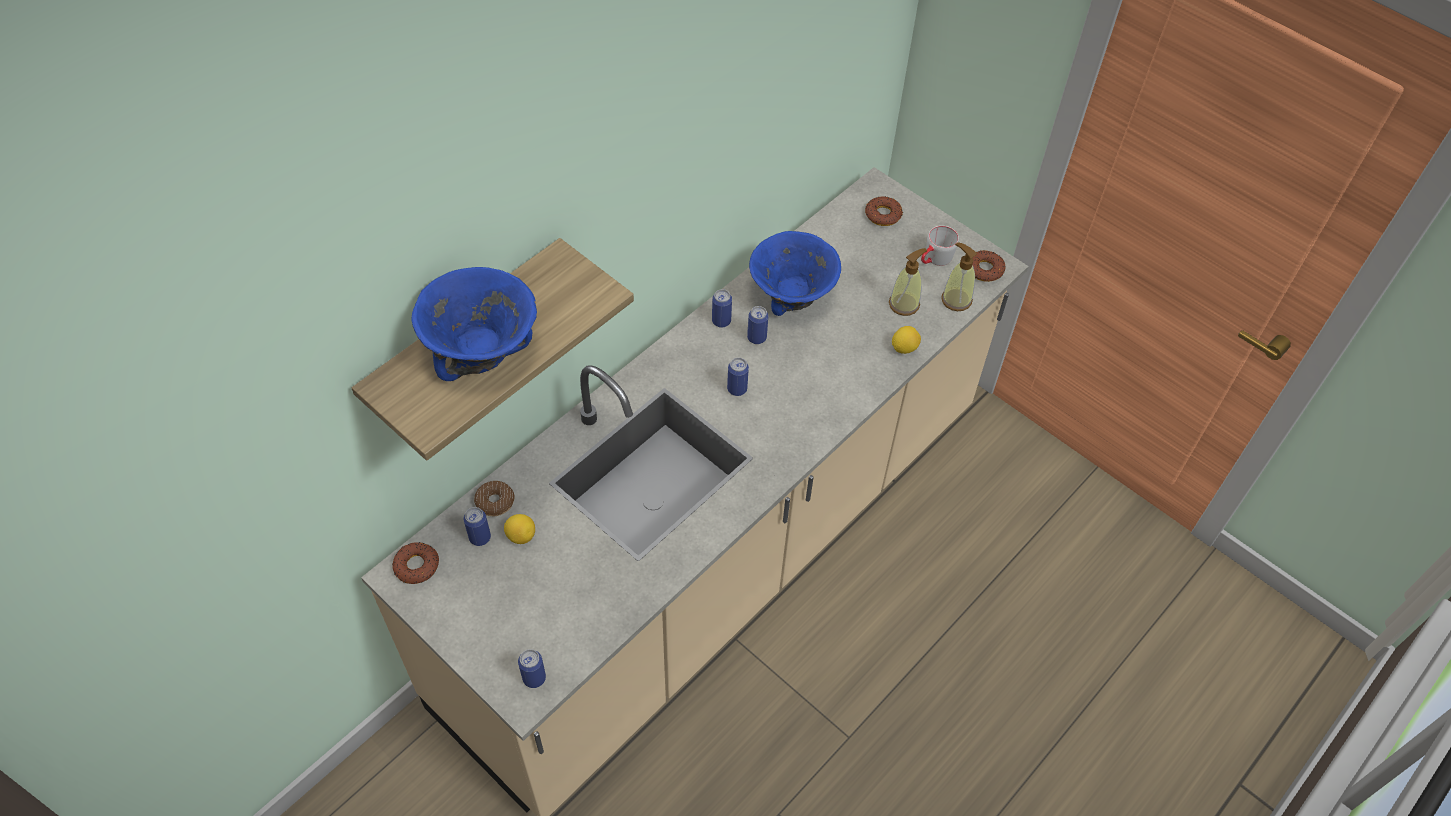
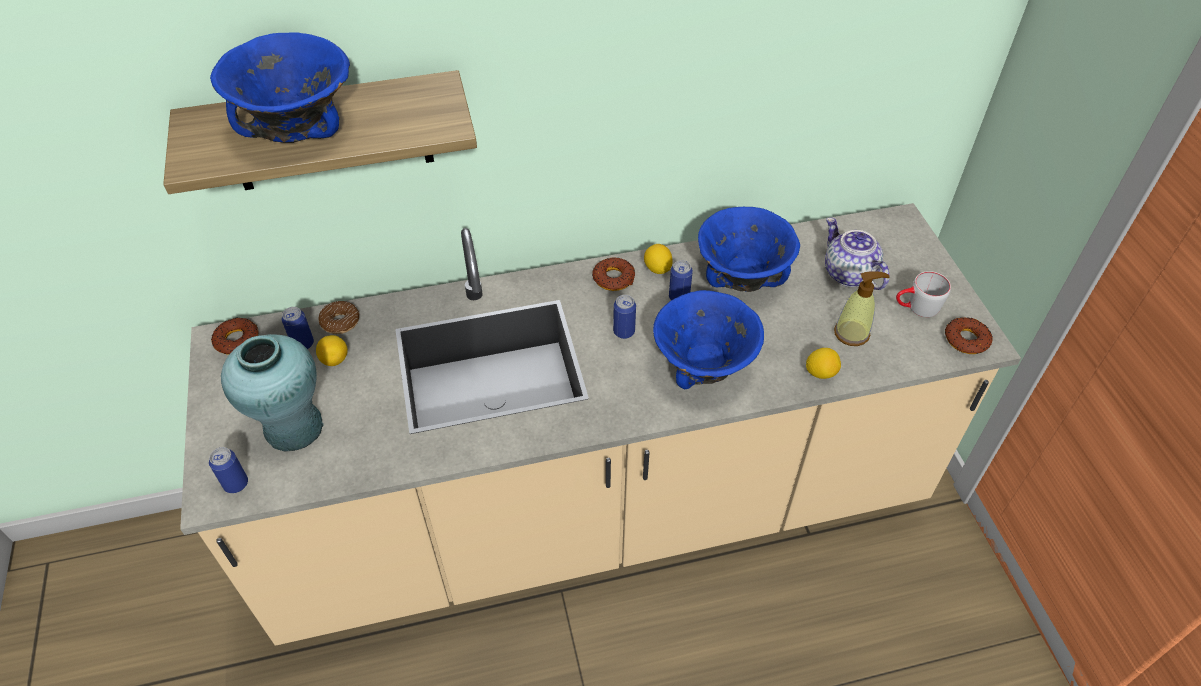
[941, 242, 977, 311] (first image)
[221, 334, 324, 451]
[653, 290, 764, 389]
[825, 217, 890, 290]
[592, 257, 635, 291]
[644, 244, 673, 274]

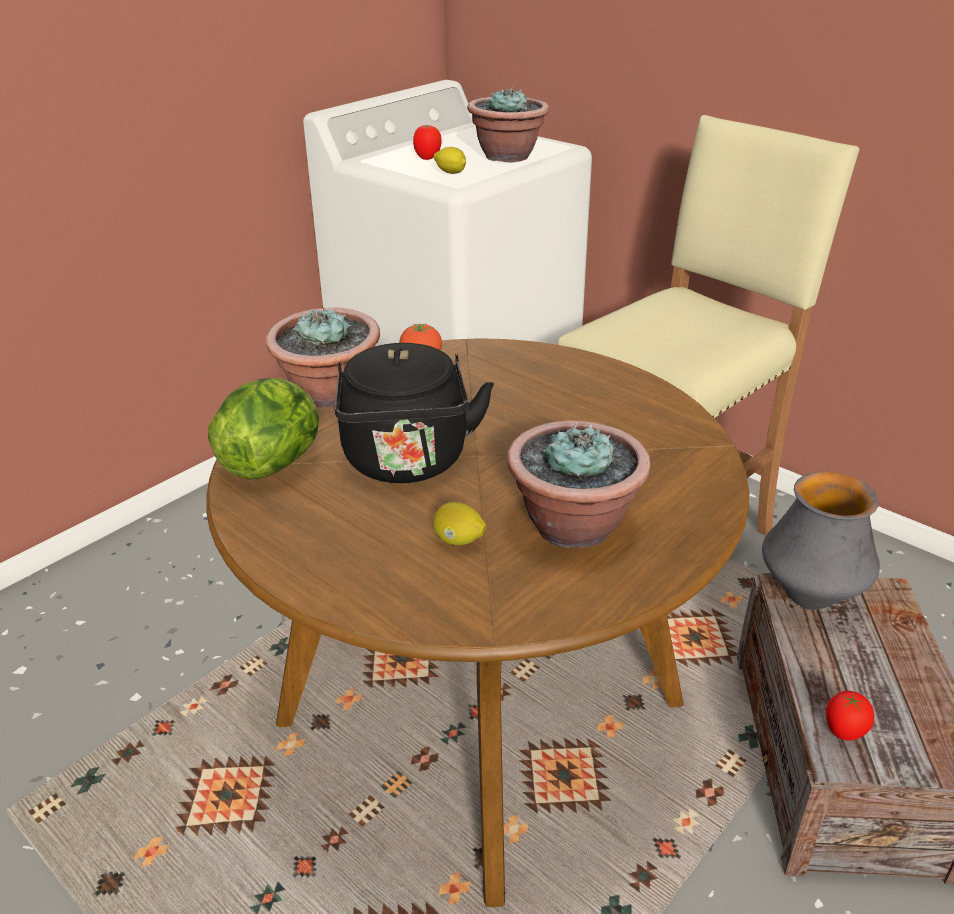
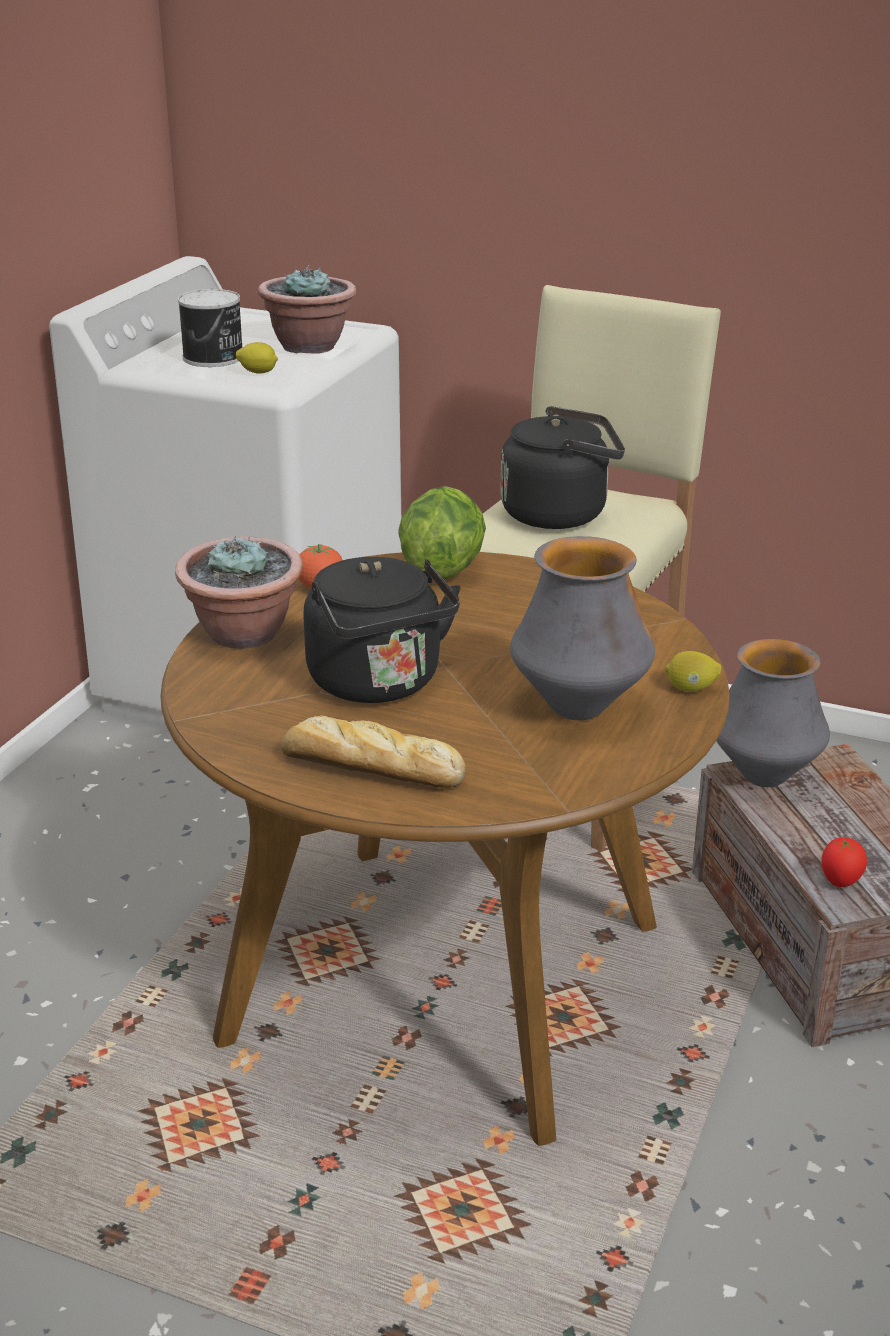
[281, 715, 466, 788]
[501, 406, 625, 529]
[398, 486, 486, 580]
[665, 651, 721, 692]
[178, 289, 242, 367]
[510, 536, 655, 720]

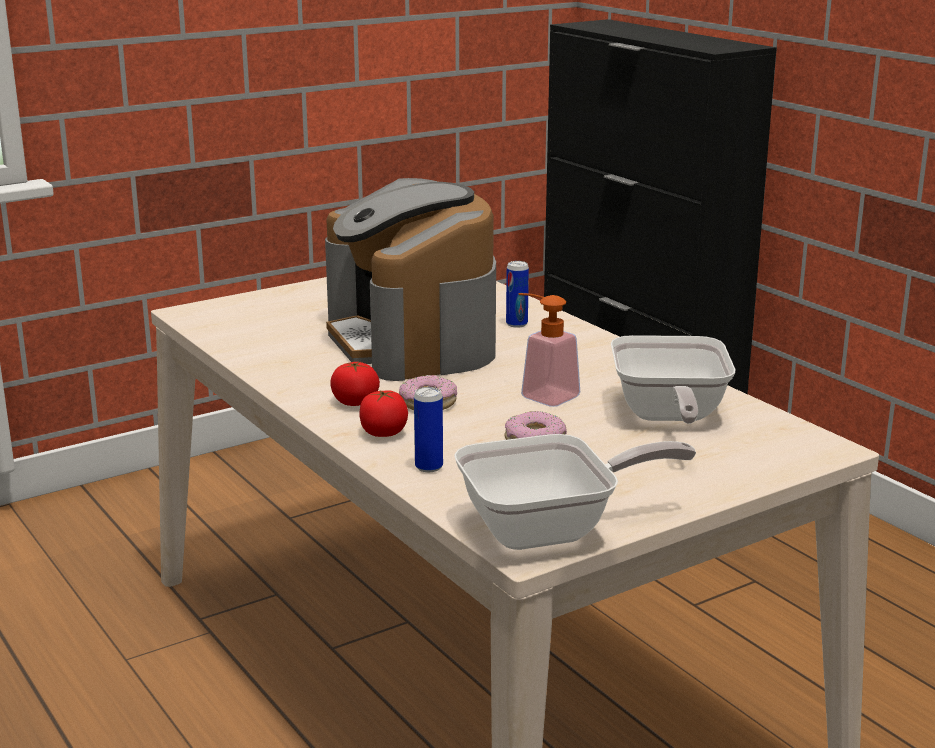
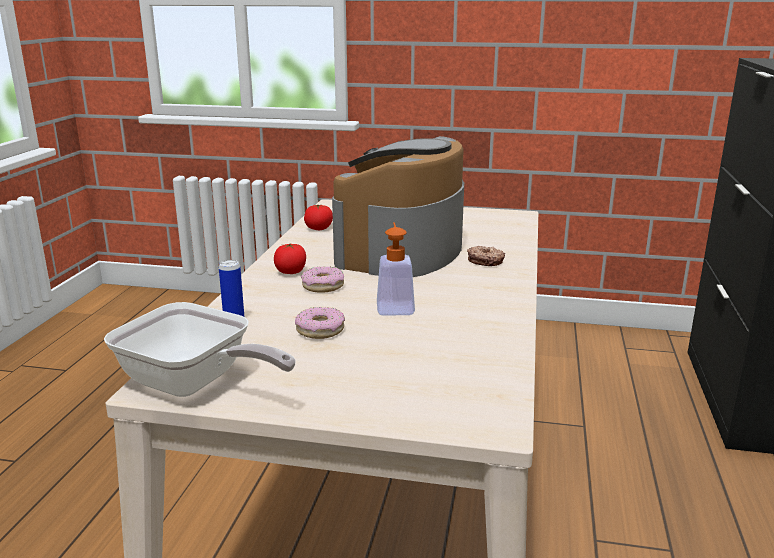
[611, 335, 735, 424] (first image)
[304, 205, 333, 230]
[467, 246, 505, 266]

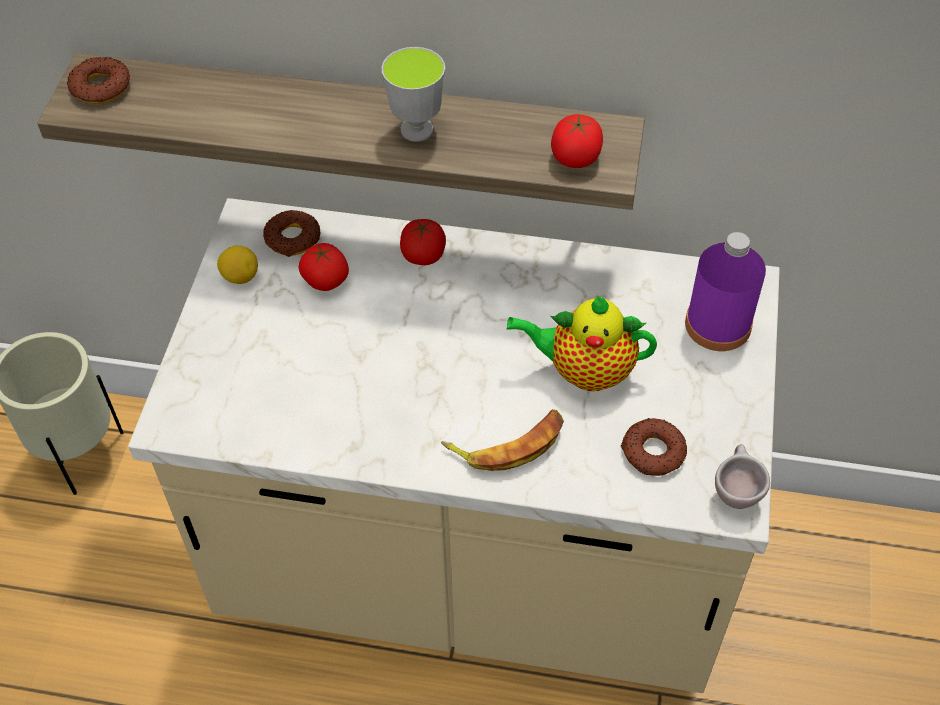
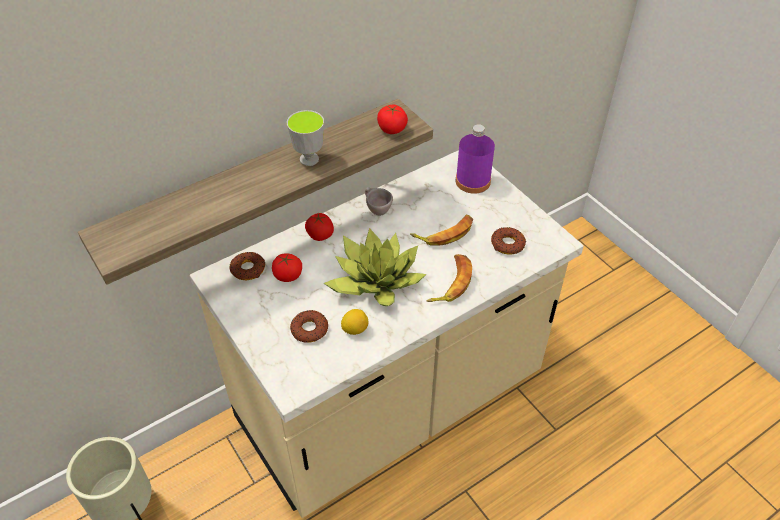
[324, 228, 426, 306]
[290, 310, 328, 343]
[341, 309, 369, 335]
[365, 187, 393, 216]
[410, 215, 473, 246]

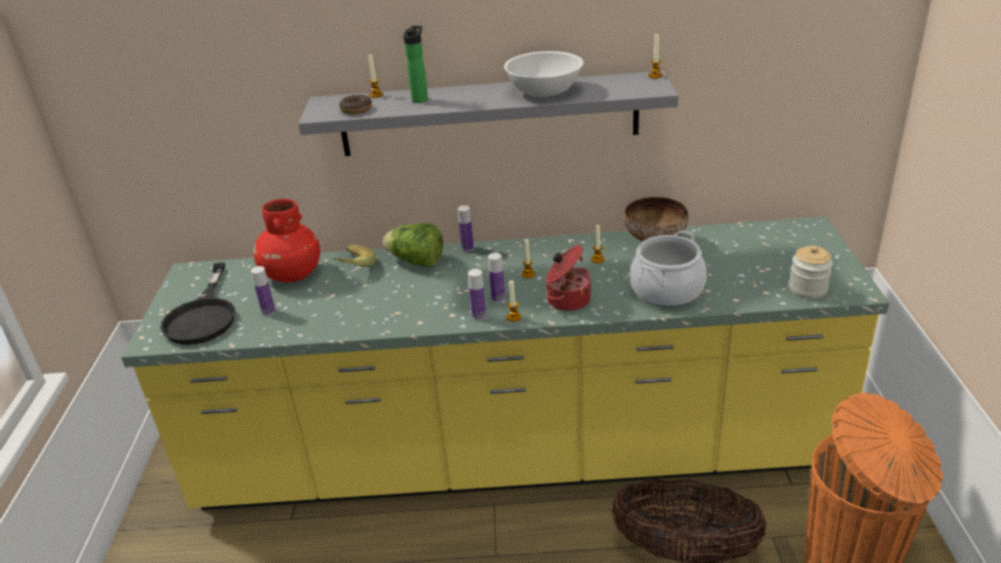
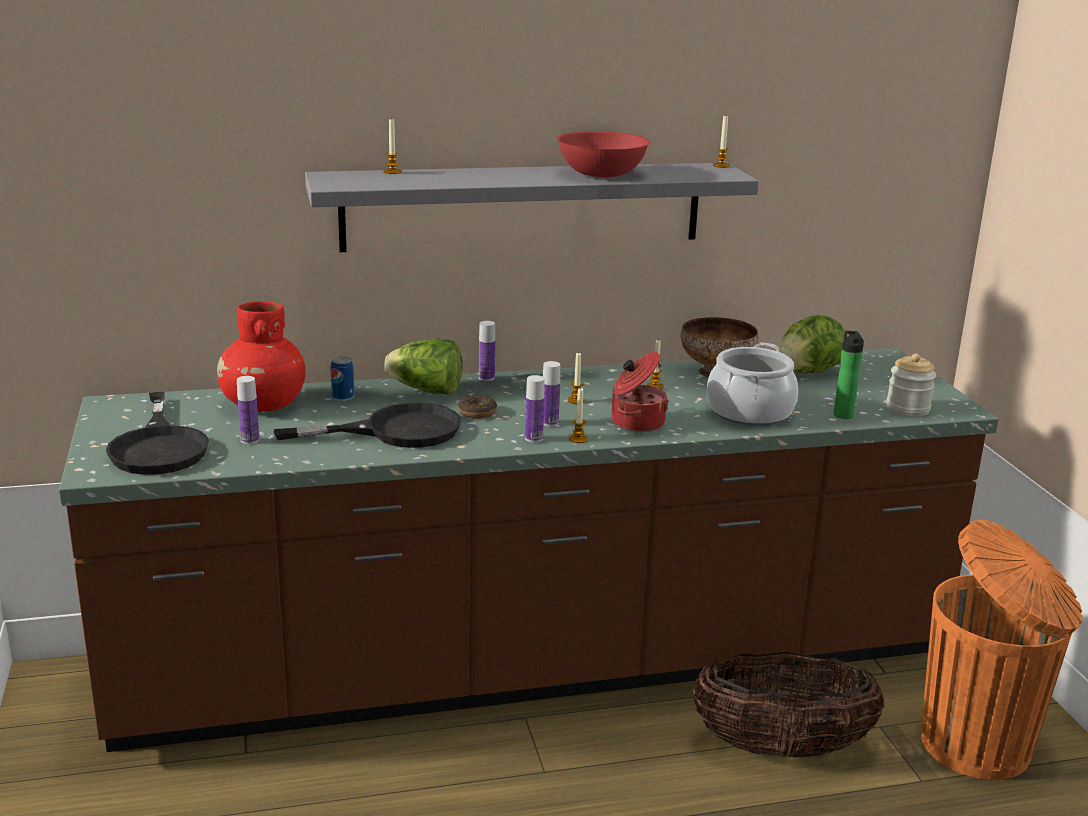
[274, 402, 461, 448]
[779, 315, 845, 373]
[458, 395, 497, 419]
[834, 331, 864, 419]
[331, 356, 354, 401]
[59, 348, 999, 752]
[556, 131, 651, 177]

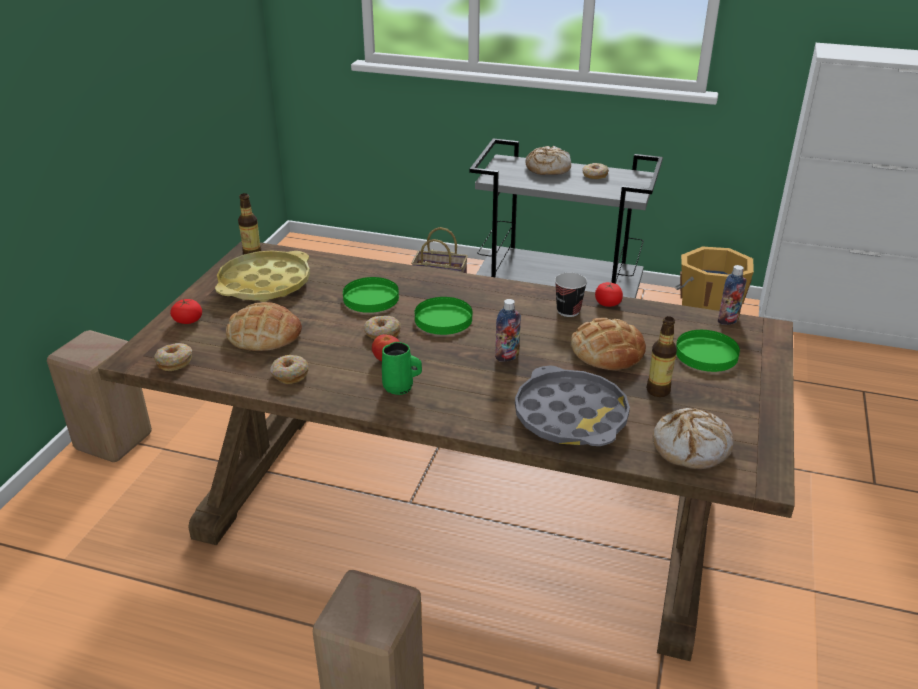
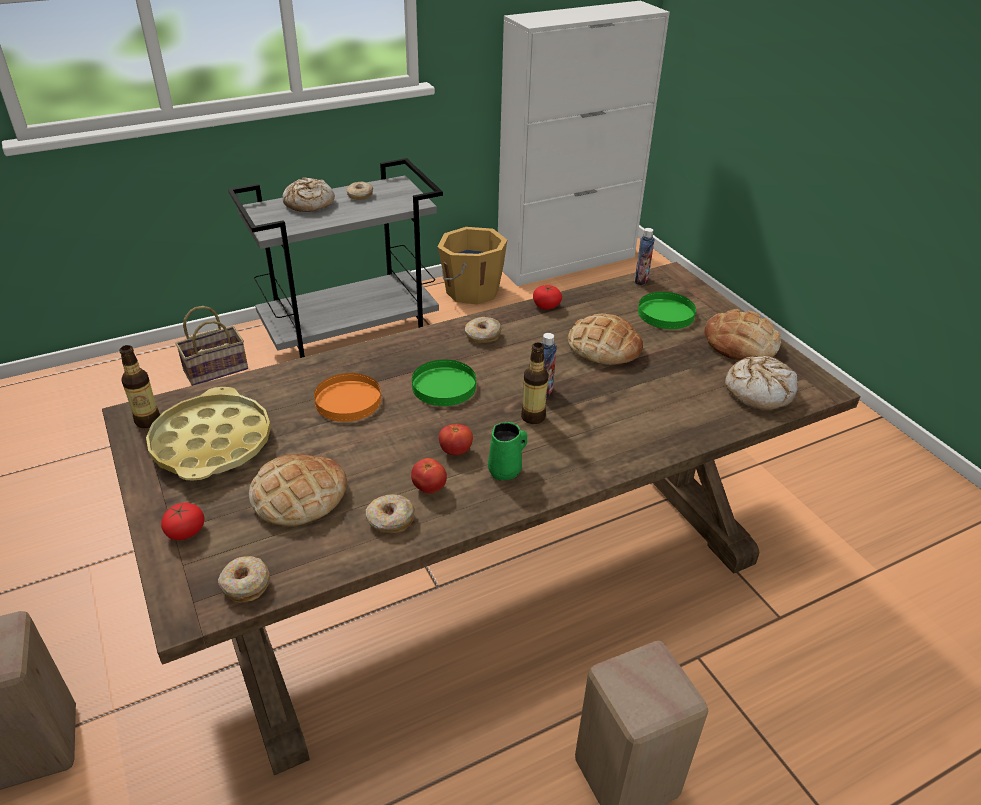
[515, 365, 630, 446] (first image)
[555, 273, 587, 317] (first image)
[411, 458, 447, 494]
[704, 309, 781, 360]
[465, 317, 502, 343]
[521, 343, 549, 424]
[314, 373, 381, 422]

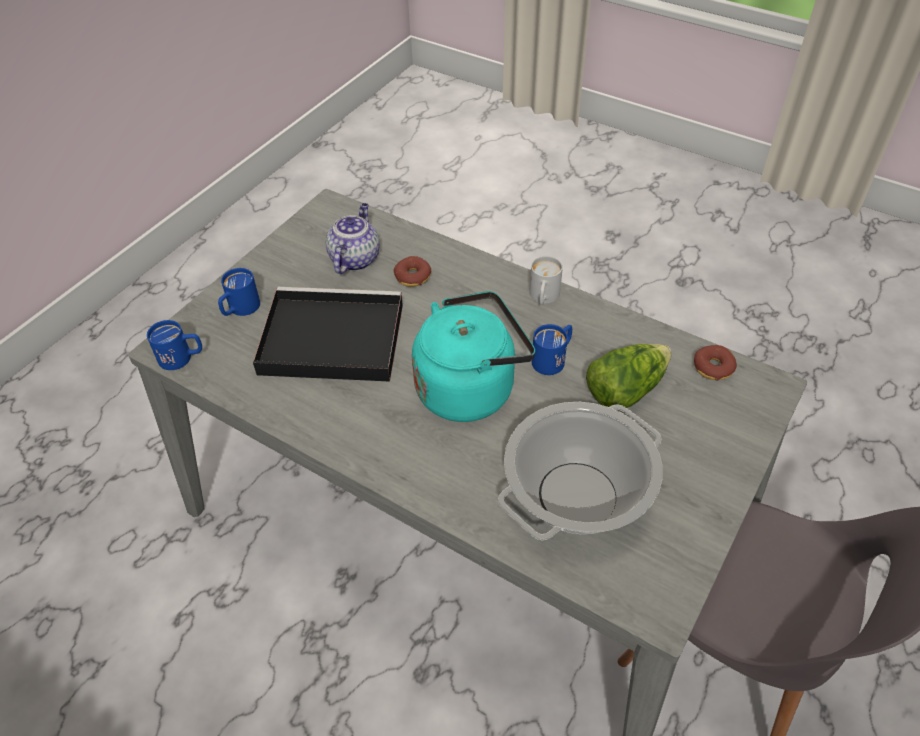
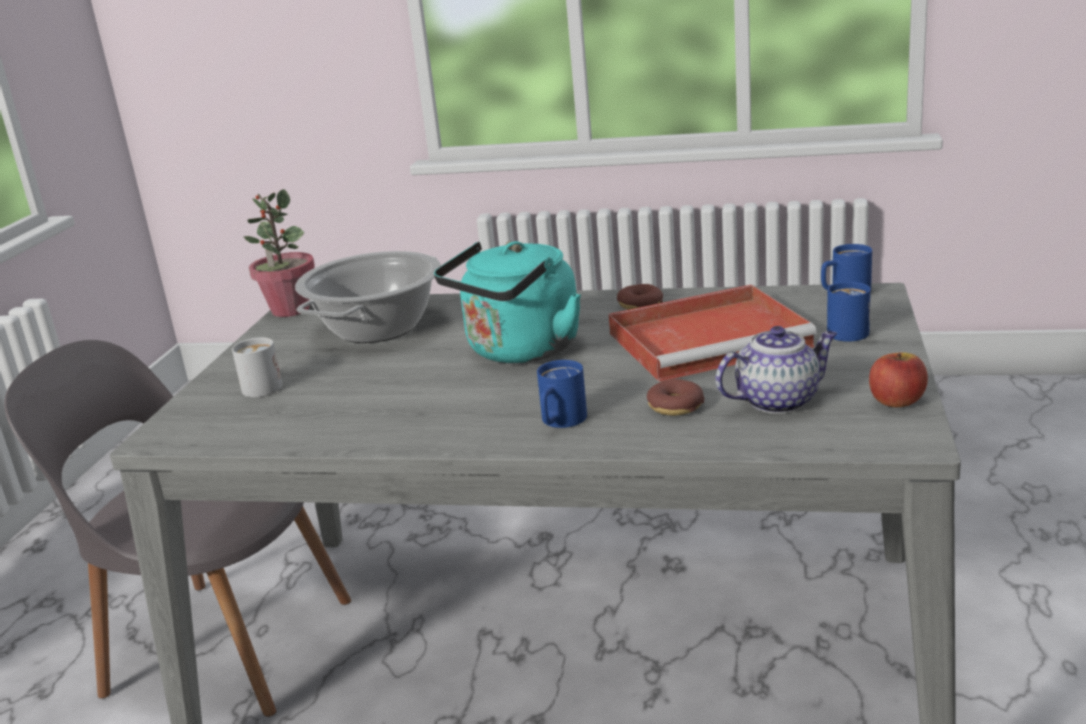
[586, 344, 672, 408] (first image)
[244, 189, 315, 317]
[869, 352, 928, 407]
[232, 337, 282, 397]
[537, 360, 587, 428]
[617, 284, 663, 310]
[609, 285, 817, 382]
[715, 326, 837, 414]

